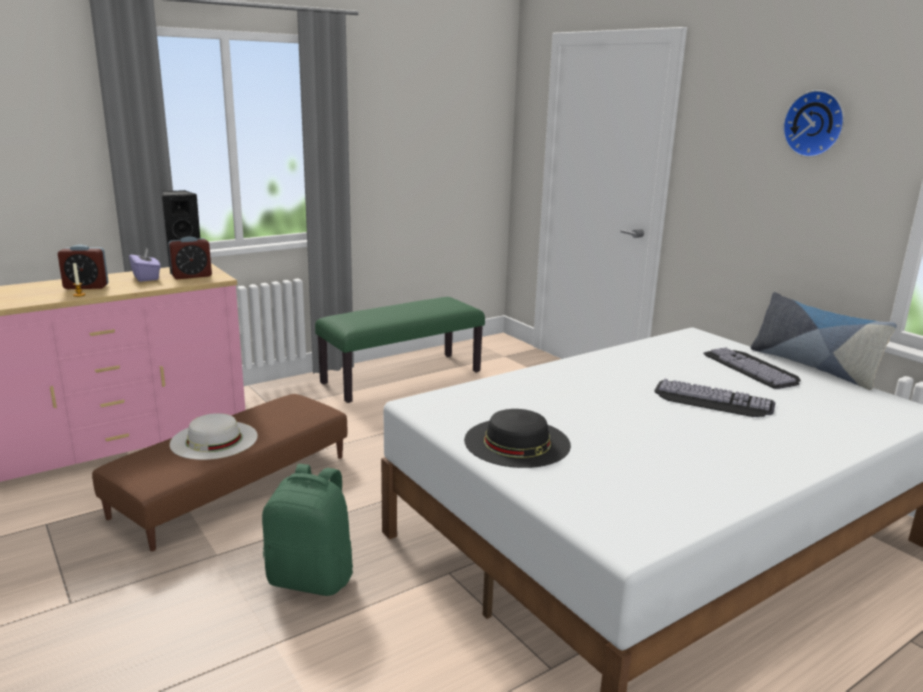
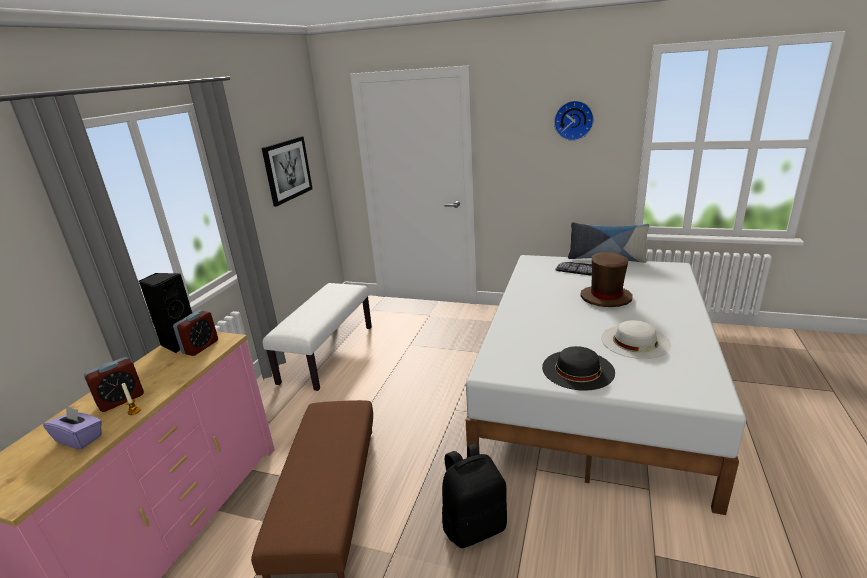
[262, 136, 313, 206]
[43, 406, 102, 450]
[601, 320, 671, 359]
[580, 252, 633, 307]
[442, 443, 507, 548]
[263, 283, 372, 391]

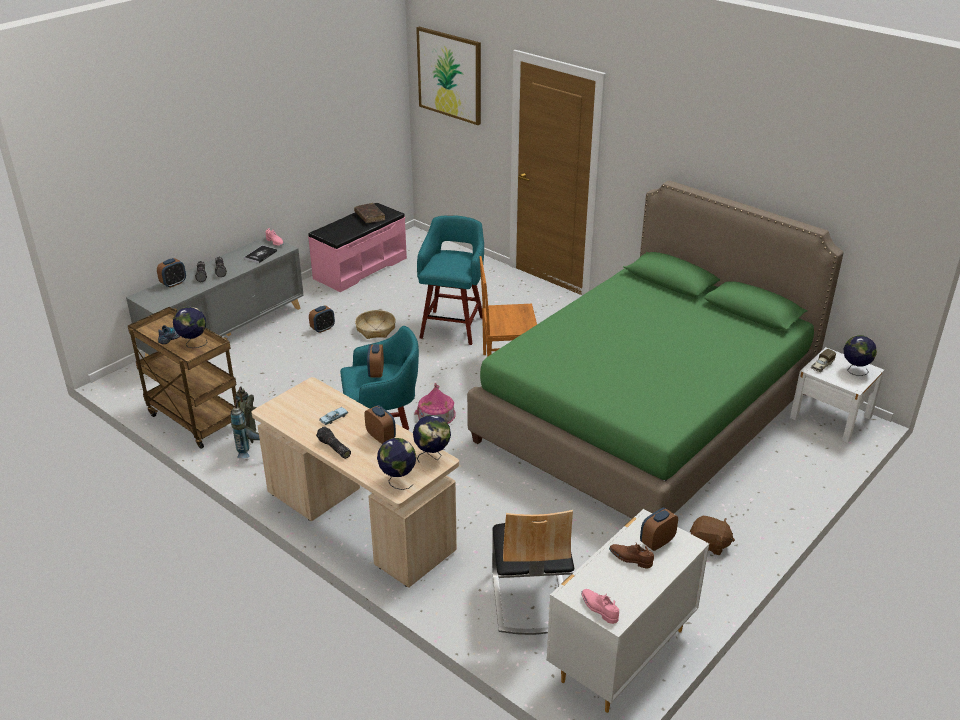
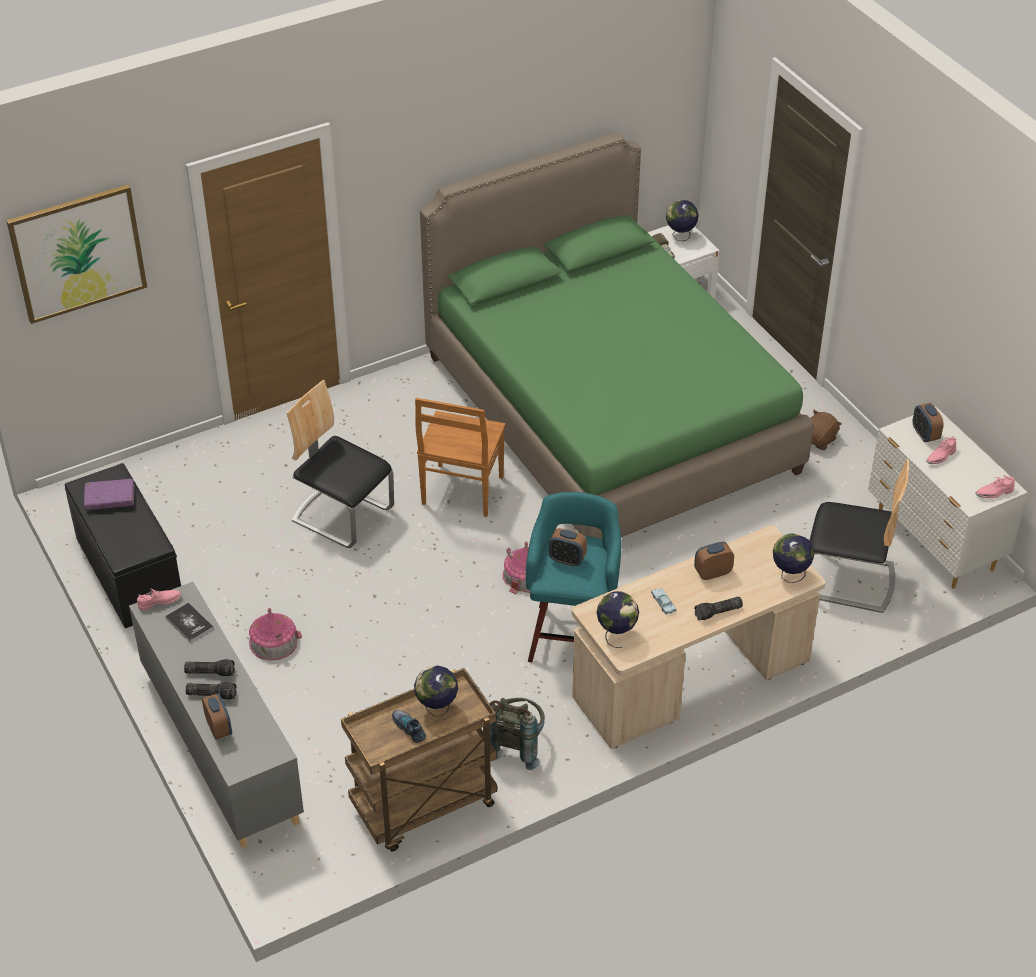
[355, 310, 396, 339] (first image)
[597, 591, 639, 648]
[249, 608, 302, 660]
[287, 380, 394, 548]
[65, 463, 181, 628]
[84, 479, 135, 510]
[926, 436, 957, 464]

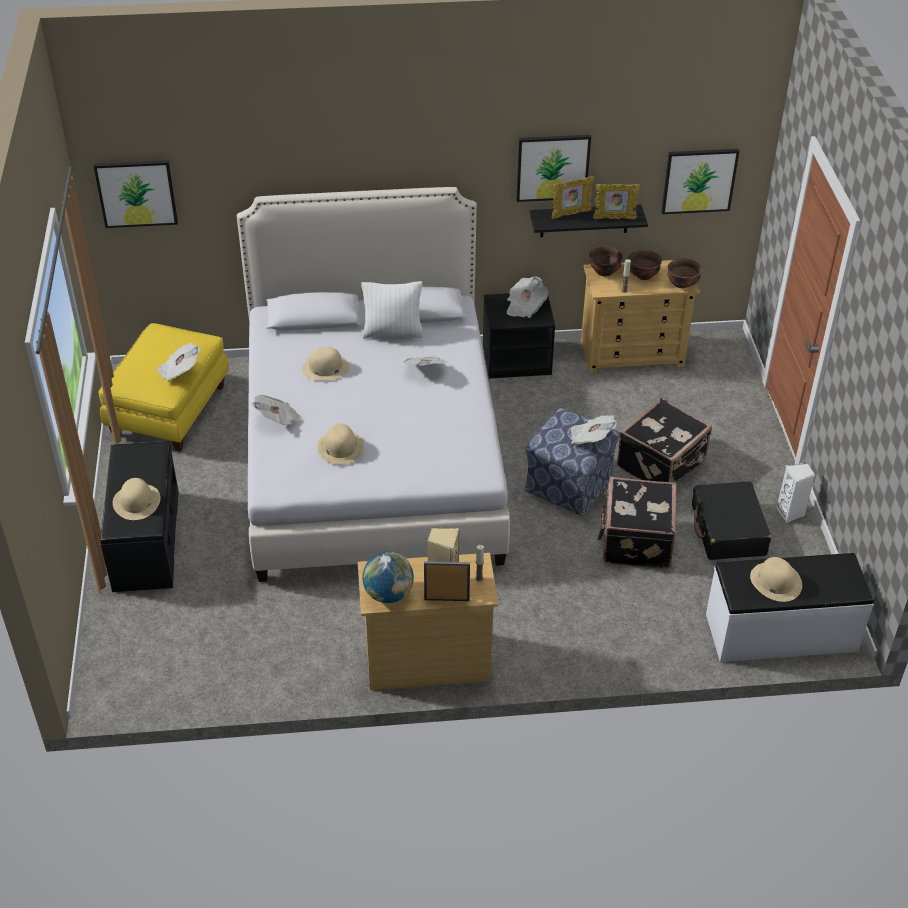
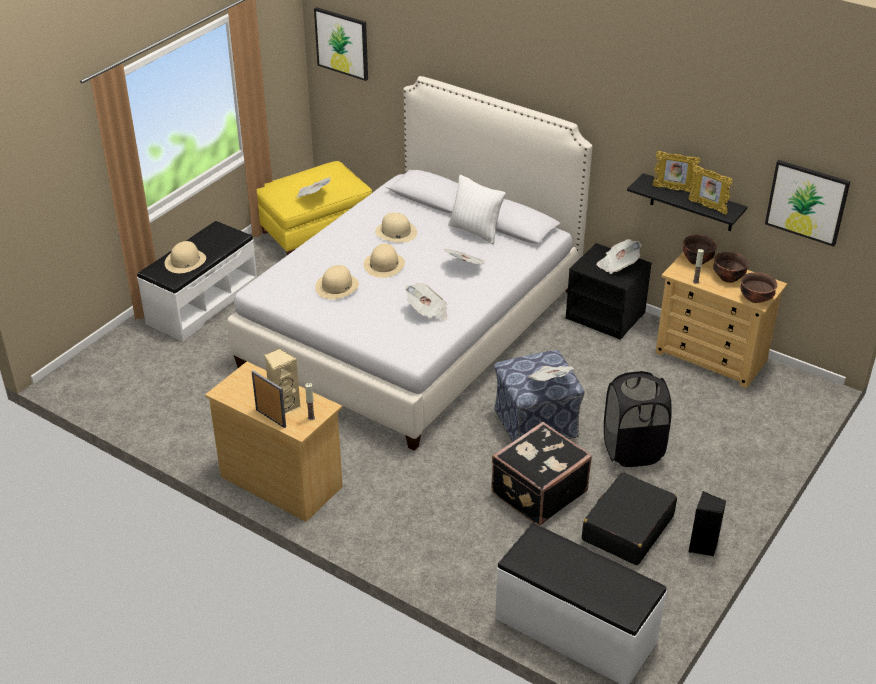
[362, 552, 414, 603] (first image)
[516, 135, 591, 202] (first image)
[405, 283, 448, 320]
[364, 244, 405, 278]
[604, 371, 672, 467]
[137, 221, 257, 342]
[689, 491, 726, 556]

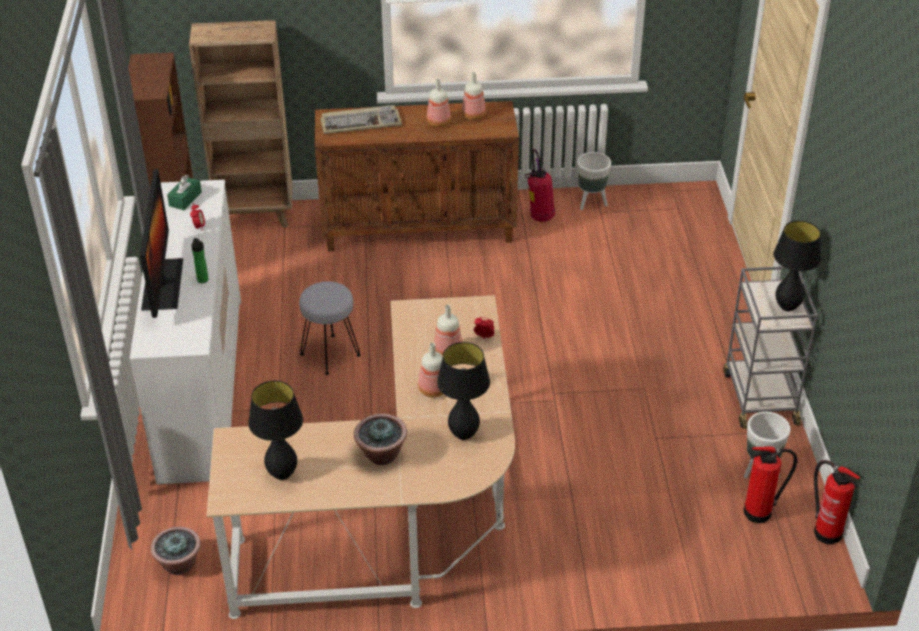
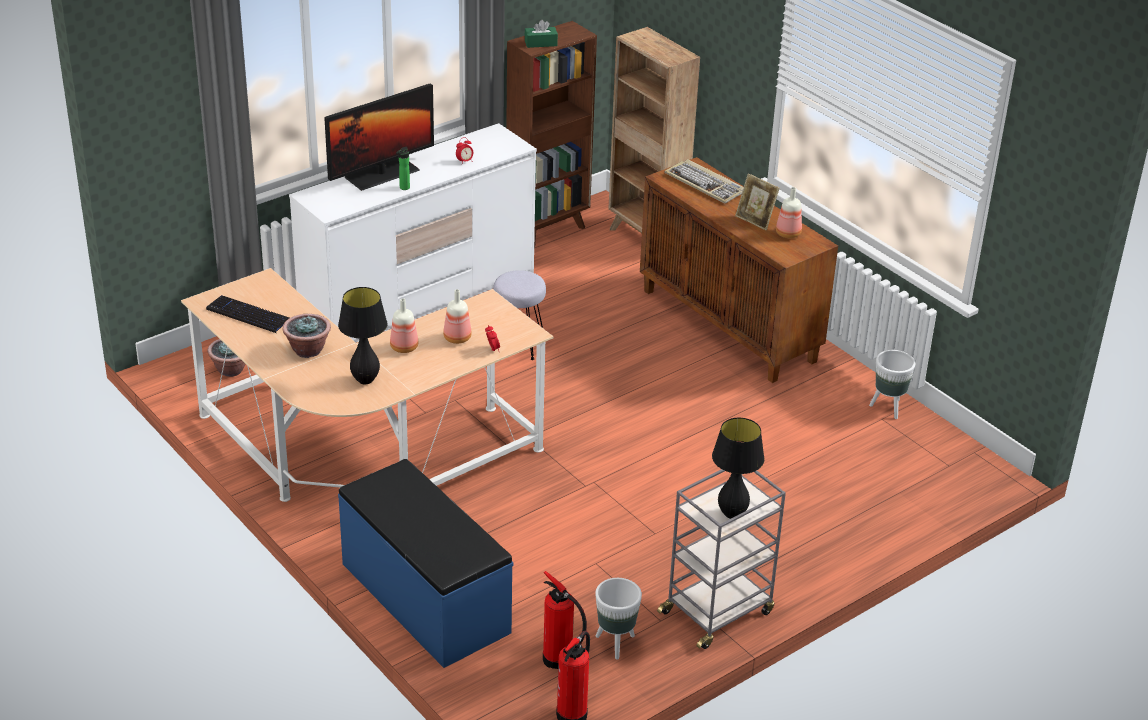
[525, 149, 555, 222] (first image)
[338, 459, 513, 668]
[525, 20, 558, 48]
[206, 295, 289, 333]
[735, 173, 780, 230]

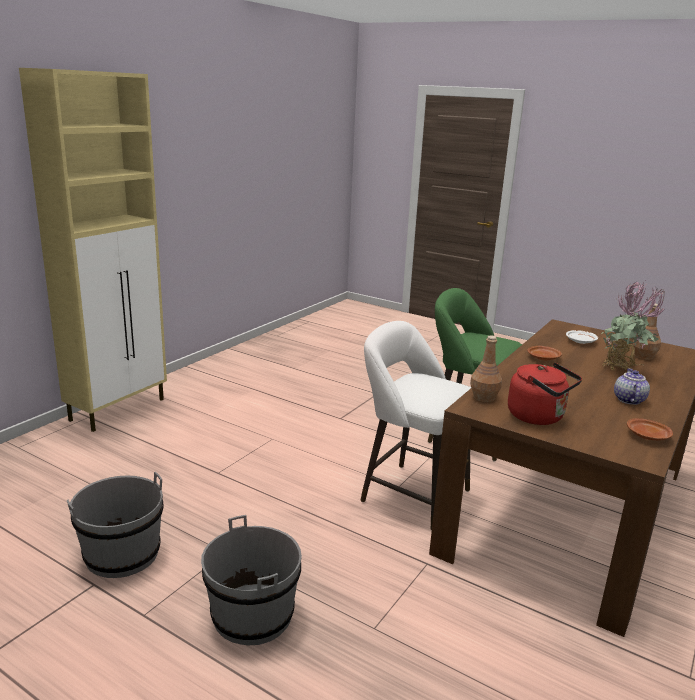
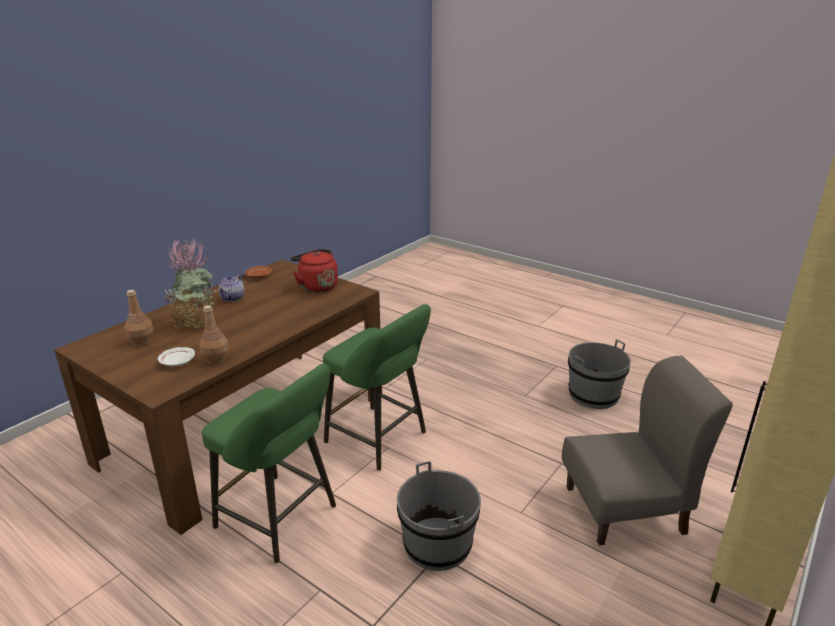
[527, 346, 562, 361] (first image)
[562, 356, 732, 545]
[397, 461, 481, 571]
[199, 305, 229, 364]
[323, 304, 431, 471]

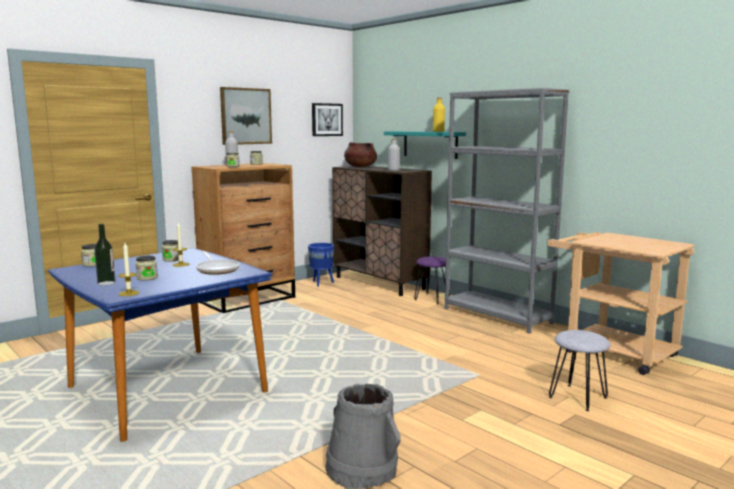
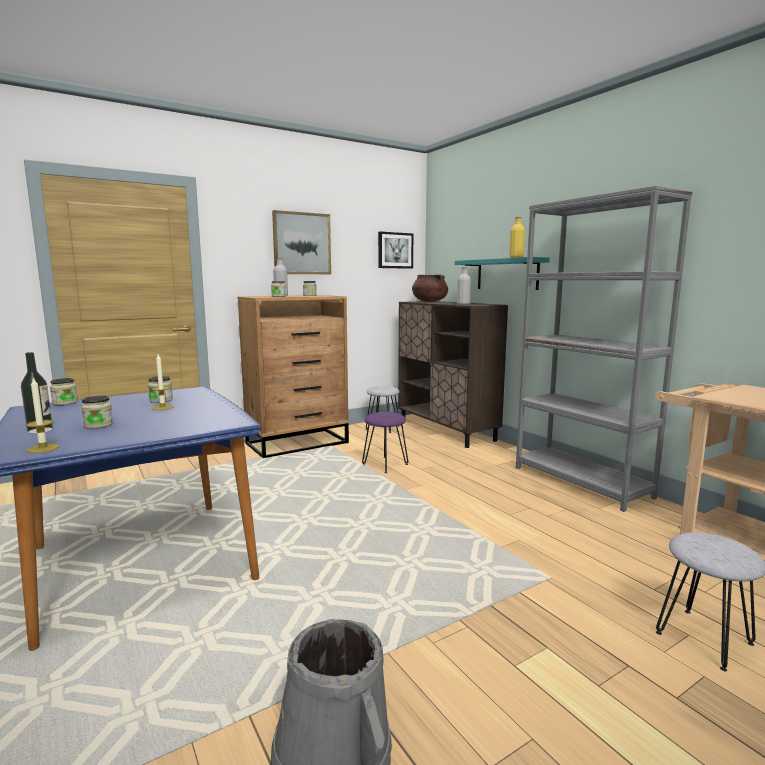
[196, 251, 240, 275] (first image)
[362, 412, 408, 473]
[366, 386, 400, 433]

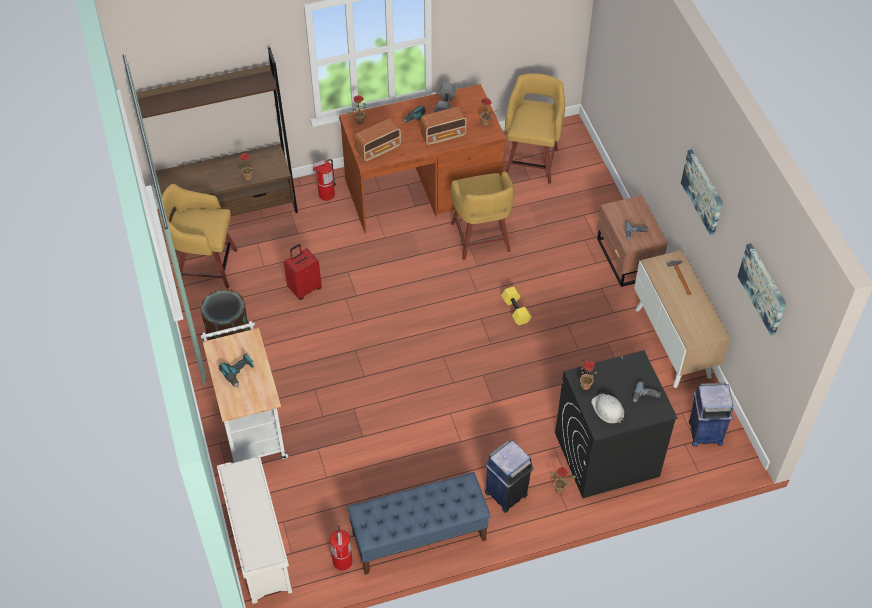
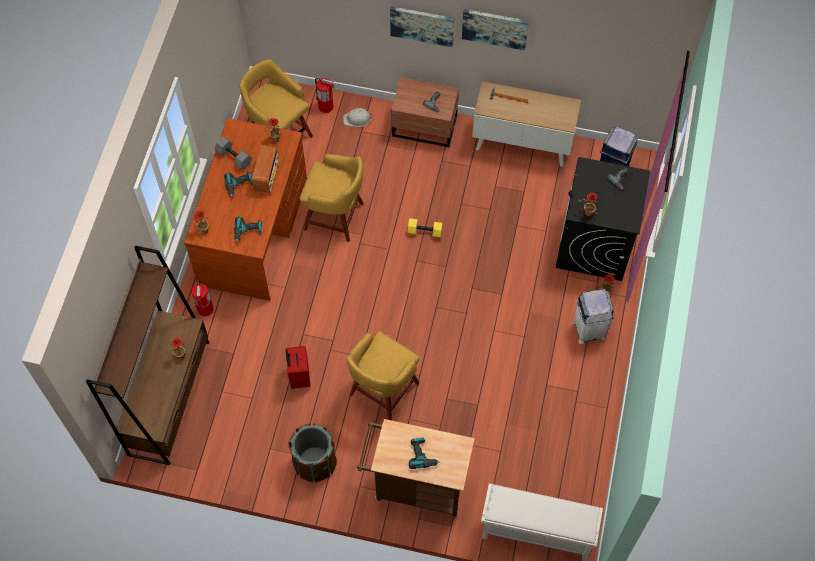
[347, 472, 491, 575] (first image)
[347, 331, 419, 420]
[315, 78, 335, 113]
[343, 108, 372, 127]
[390, 6, 454, 47]
[234, 217, 262, 242]
[357, 419, 475, 518]
[573, 289, 614, 344]

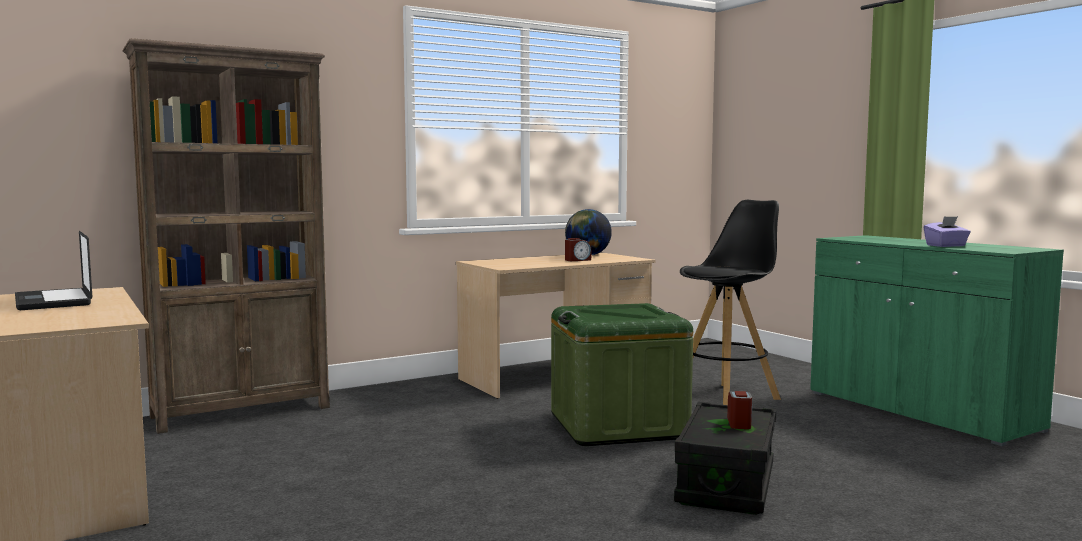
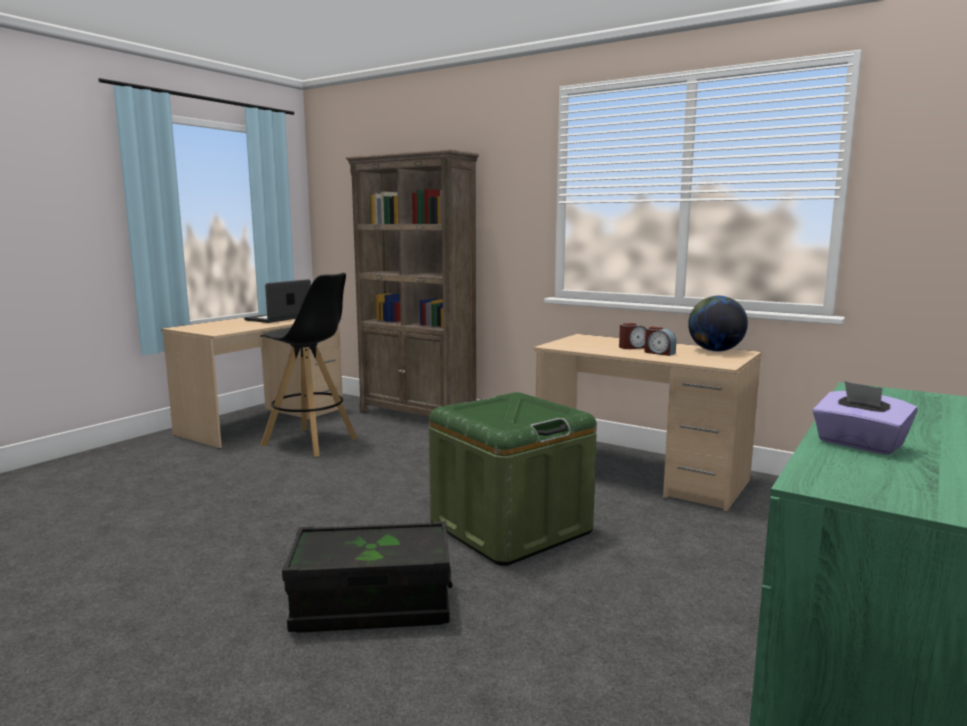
[260, 273, 358, 457]
[619, 323, 646, 349]

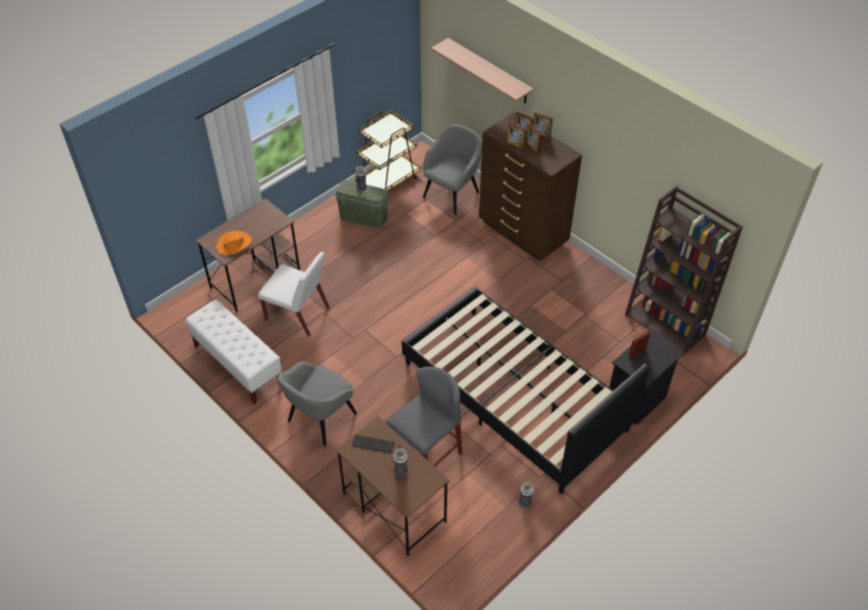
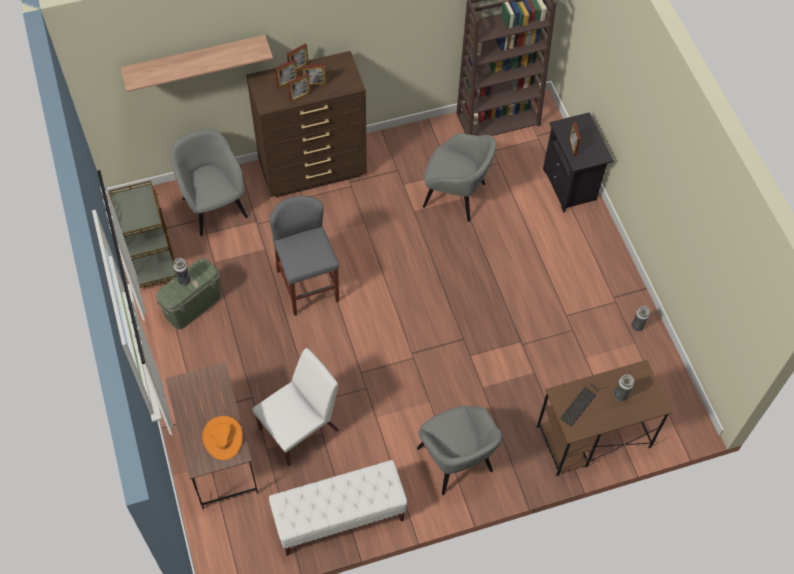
[402, 287, 650, 494] (first image)
[423, 133, 496, 222]
[270, 196, 339, 316]

